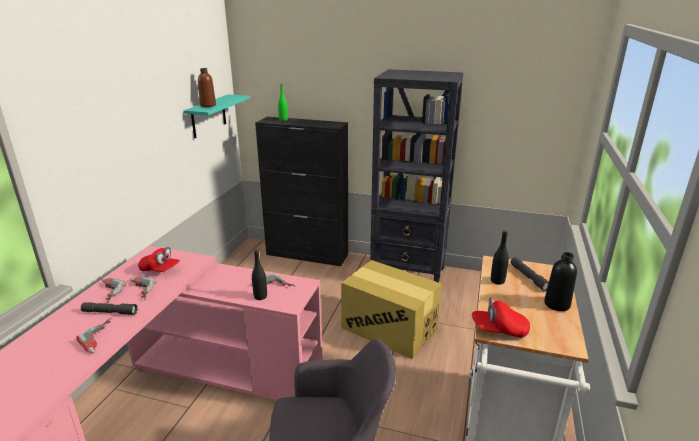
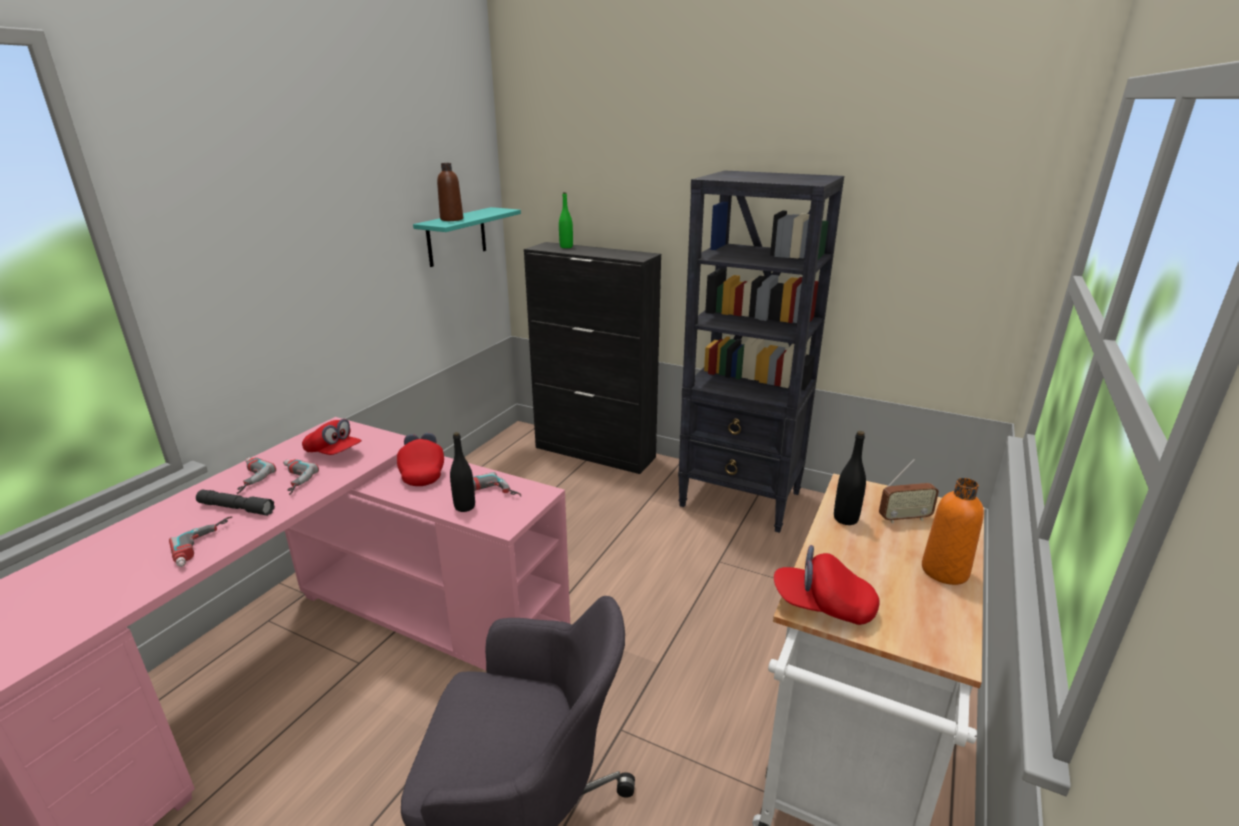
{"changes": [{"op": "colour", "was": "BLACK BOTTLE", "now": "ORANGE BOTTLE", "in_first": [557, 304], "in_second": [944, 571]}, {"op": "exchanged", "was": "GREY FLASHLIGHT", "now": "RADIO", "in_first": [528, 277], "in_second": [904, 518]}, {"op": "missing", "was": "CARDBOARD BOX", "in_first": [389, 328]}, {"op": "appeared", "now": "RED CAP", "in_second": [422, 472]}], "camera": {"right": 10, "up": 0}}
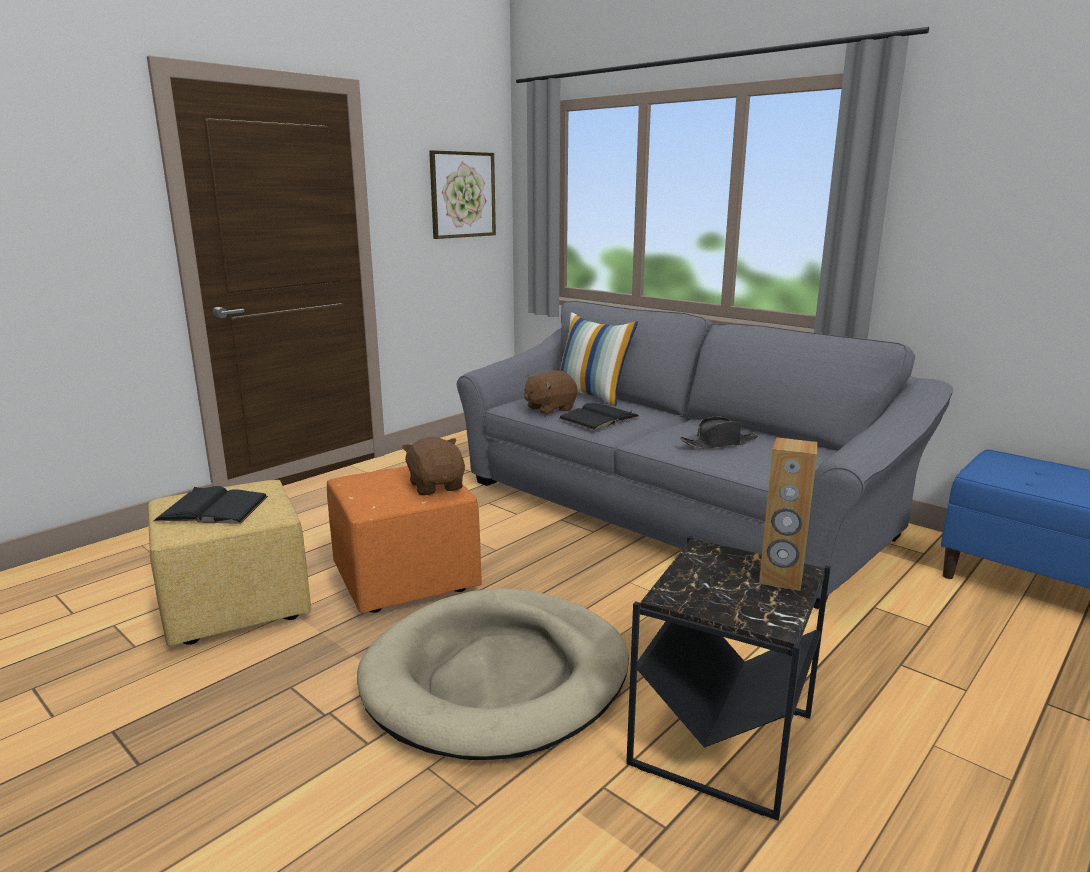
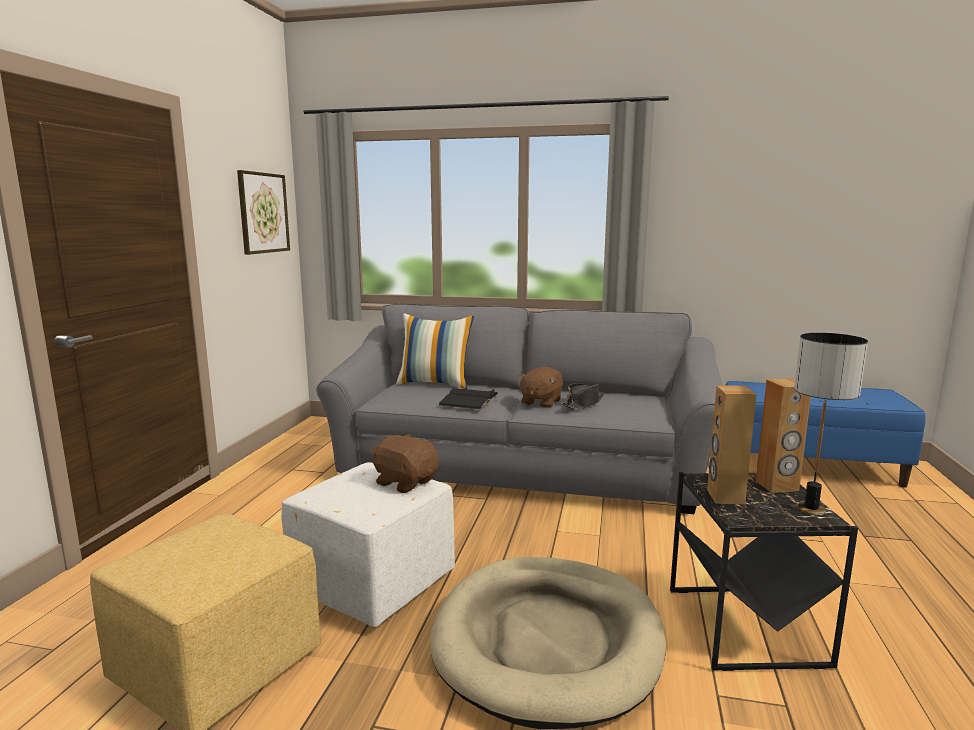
{"changes": [{"op": "relocated", "was": "BROWN PLUSH TOY", "in_first": [549, 409], "in_second": [540, 402]}, {"op": "colour", "was": "ORANGE OTTOMAN", "now": "WHITE OTTOMAN", "in_first": [405, 579], "in_second": [372, 584]}, {"op": "missing", "was": "BLACK BOOK", "in_first": [213, 508]}, {"op": "appeared", "now": "TABLE LAMP", "in_second": [810, 509]}, {"op": "appeared", "now": "BROWN SPEAKER", "in_second": [725, 497]}], "camera": {"right": -30, "up": -5}}
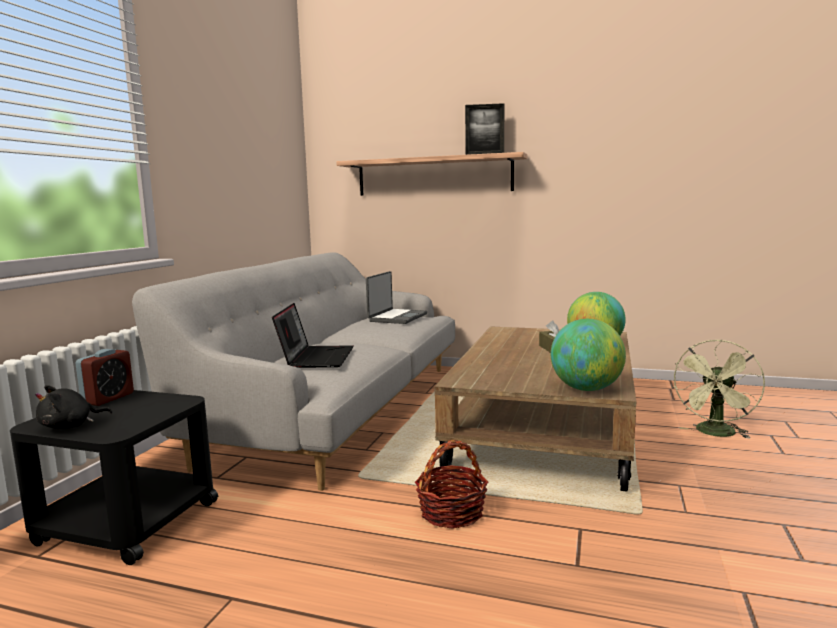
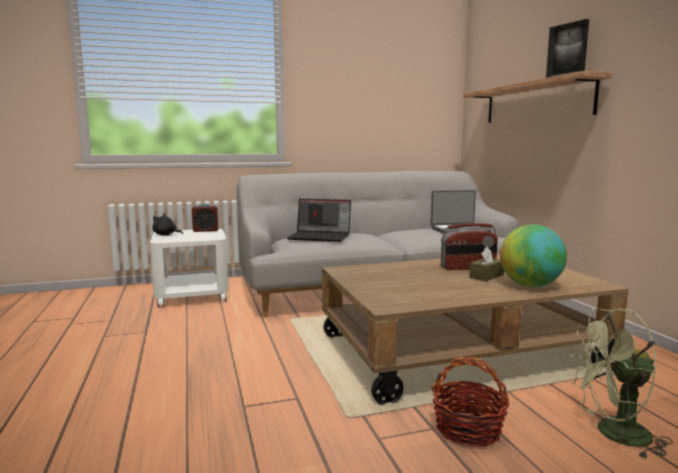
{"changes": [{"op": "spun", "was": "LAPTOP", "in_first": [316, 357], "in_second": [320, 237], "clockwise": 45}, {"op": "missing", "was": "GLOBE", "in_first": [586, 389]}, {"op": "colour", "was": "BLACK SIDE TABLE", "now": "WHITE SIDE TABLE", "in_first": [127, 522], "in_second": [192, 295]}, {"op": "relocated", "was": "BASKET", "in_first": [451, 512], "in_second": [468, 429]}, {"op": "appeared", "now": "RADIO", "in_second": [468, 267]}], "camera": {"right": 55, "up": 0}}
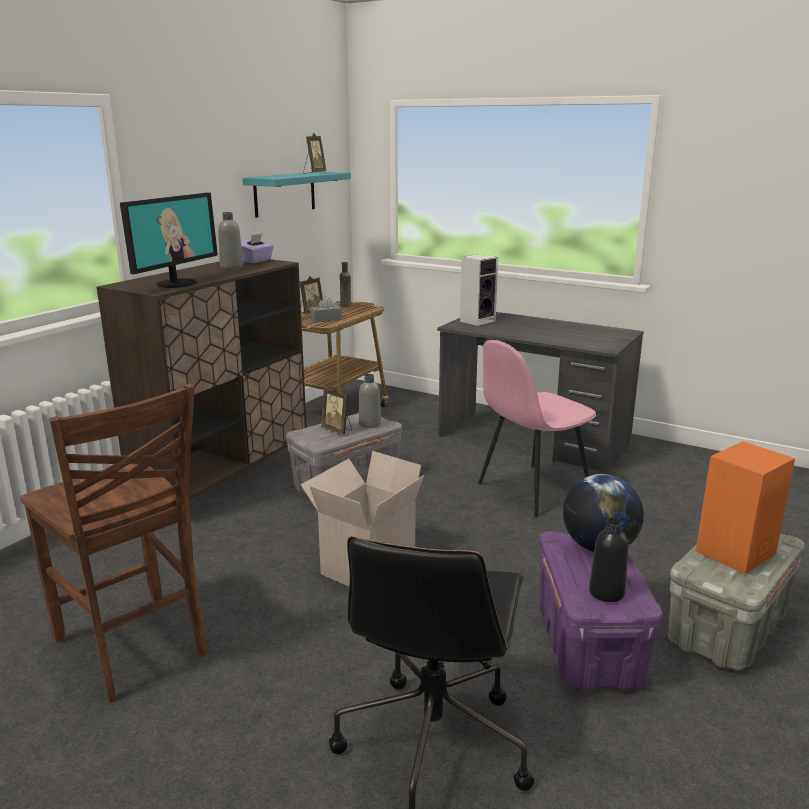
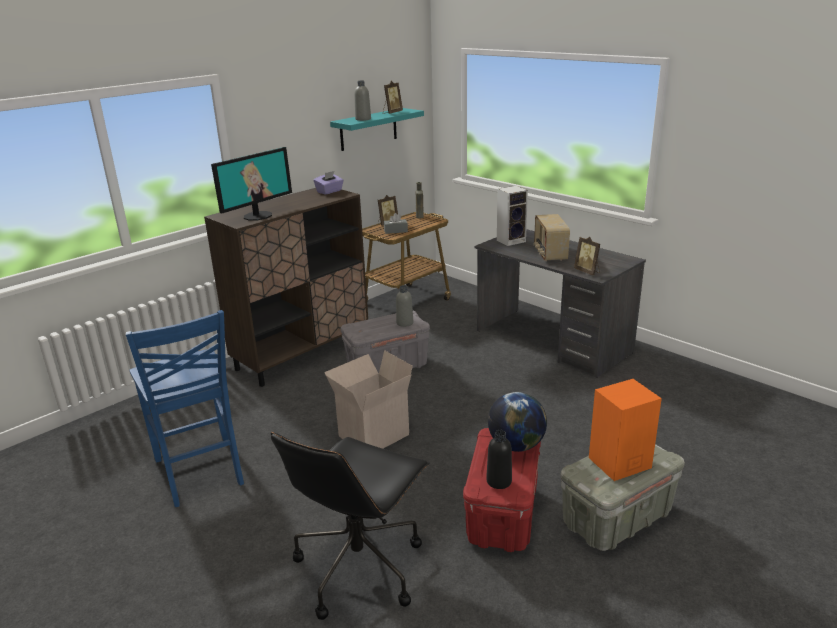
{"changes": [{"op": "relocated", "was": "GREY BOTTLE", "in_first": [231, 267], "in_second": [363, 119]}, {"op": "missing", "was": "PINK CHAIR", "in_first": [531, 490]}, {"op": "colour", "was": "BROWN CHAIR", "now": "BLUE CHAIR", "in_first": [133, 648], "in_second": [200, 473]}, {"op": "relocated", "was": "PICTURE FRAME", "in_first": [338, 430], "in_second": [587, 271]}, {"op": "colour", "was": "PURPLE STORAGE BOX", "now": "RED STORAGE BOX", "in_first": [589, 646], "in_second": [502, 516]}, {"op": "appeared", "now": "RADIO", "in_second": [549, 254]}], "camera": {"right": 15, "up": 5}}
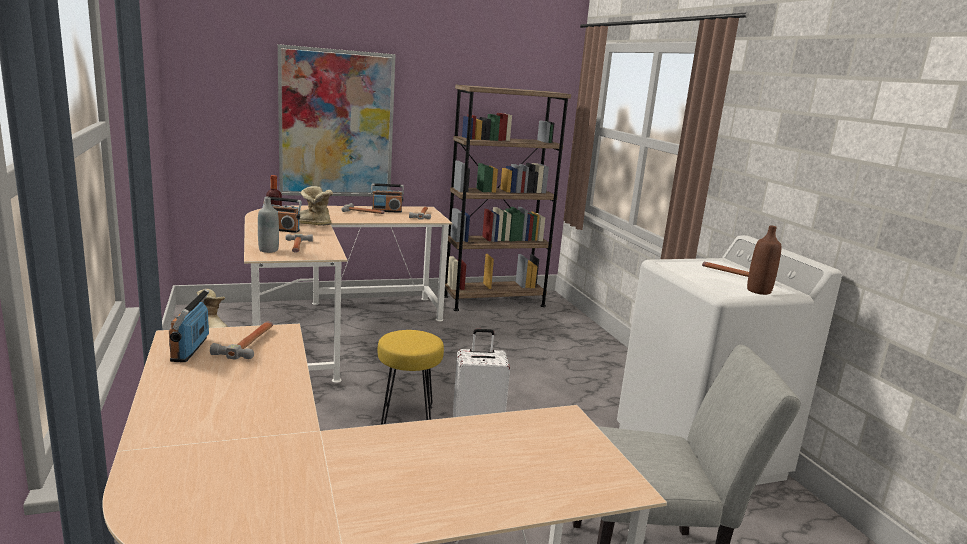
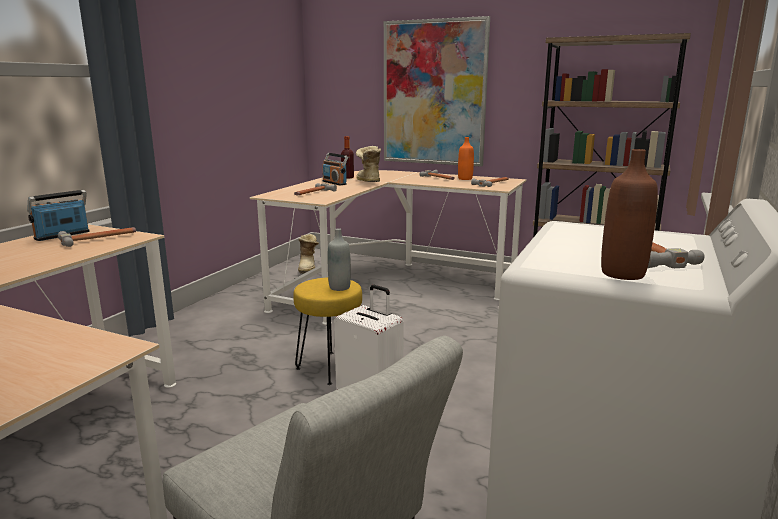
{"changes": [{"op": "exchanged", "was": "RADIO", "now": "ORANGE BOTTLE", "in_first": [386, 211], "in_second": [465, 179]}, {"op": "relocated", "was": "GREY BOTTLE", "in_first": [268, 250], "in_second": [339, 287]}], "camera": {"right": 45, "up": 0}}
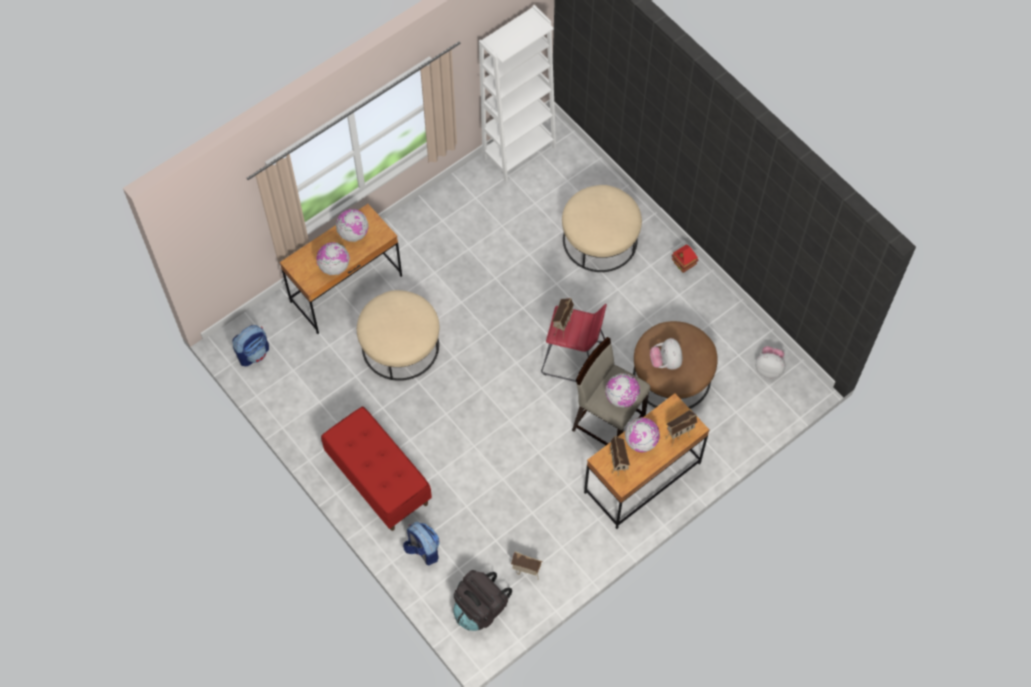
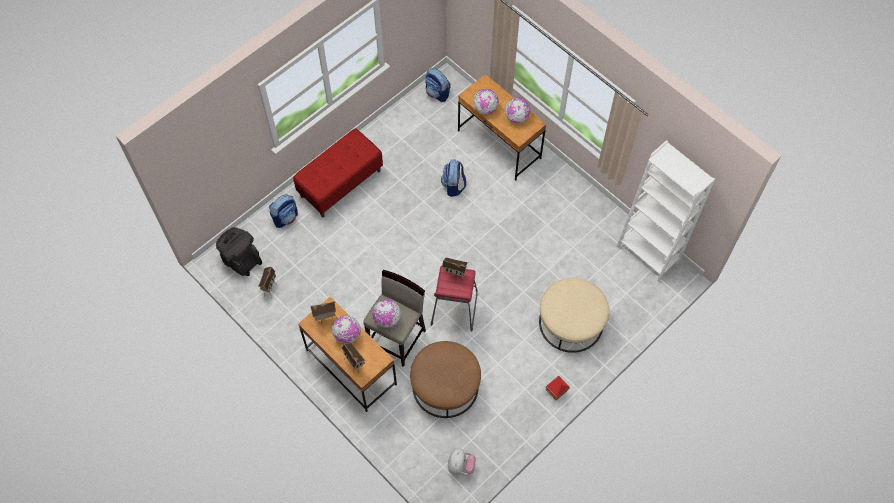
{"changes": [{"op": "exchanged", "was": "BEIGE OTTOMAN", "now": "BACKPACK", "in_first": [400, 345], "in_second": [453, 186]}, {"op": "missing", "was": "PLUSH TOY", "in_first": [665, 362]}], "camera": {"right": 85, "up": 0}}
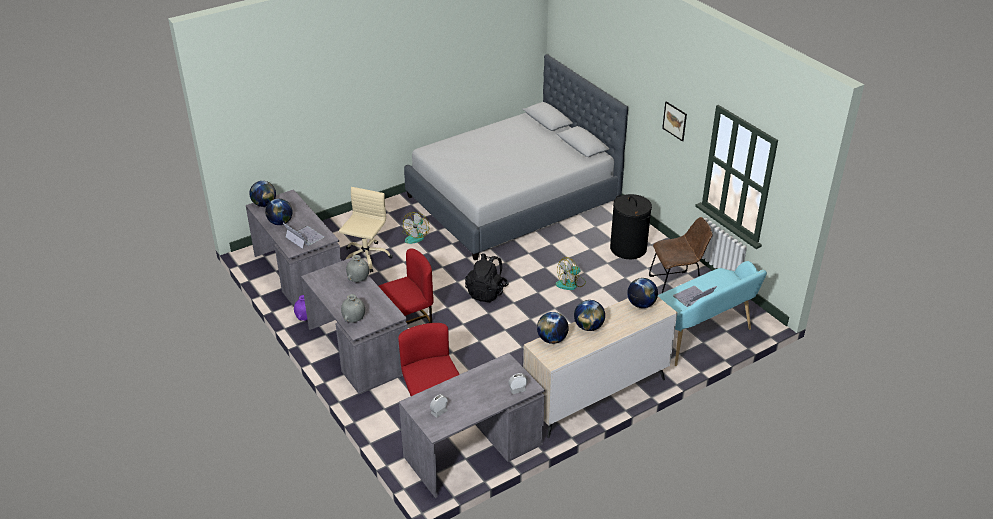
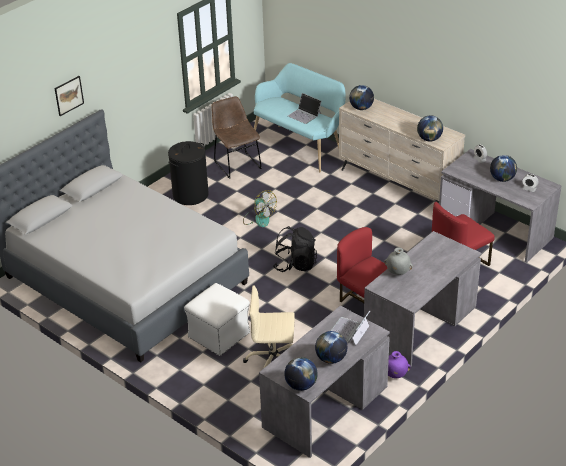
{"changes": [{"op": "relocated", "was": "PICTURE", "in_first": [674, 121], "in_second": [69, 95]}, {"op": "exchanged", "was": "FAN", "now": "WHITE OTTOMAN", "in_first": [416, 236], "in_second": [219, 334]}, {"op": "missing", "was": "GREY VASE", "in_first": [354, 319]}, {"op": "relocated", "was": "GLOBE", "in_first": [588, 327], "in_second": [502, 179]}], "camera": {"right": -105, "up": 0}}
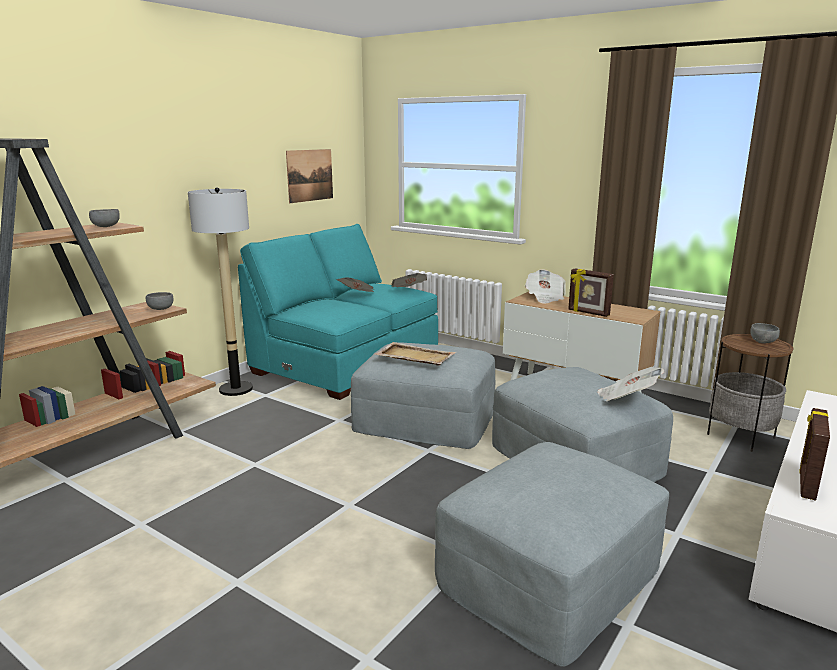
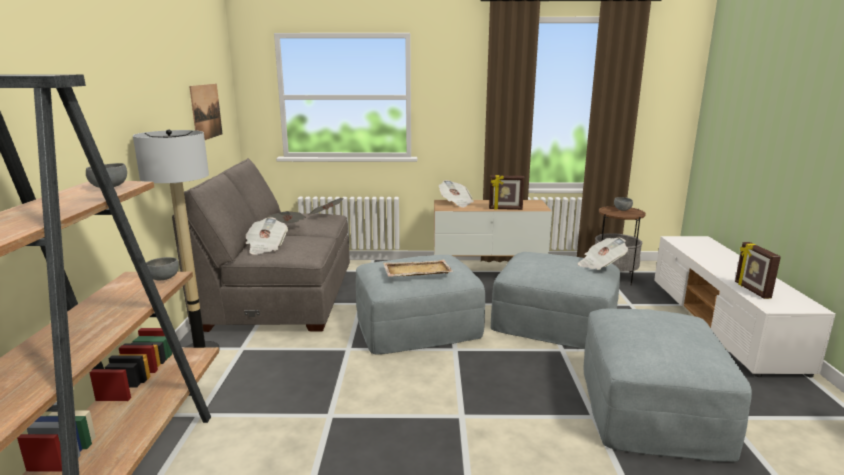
{"changes": [{"op": "colour", "was": "TURQUOISE SOFA", "now": "GREY SOFA", "in_first": [347, 363], "in_second": [281, 297]}, {"op": "appeared", "now": "NEWSPAPER", "in_second": [266, 247]}], "camera": {"right": -35, "up": 0}}
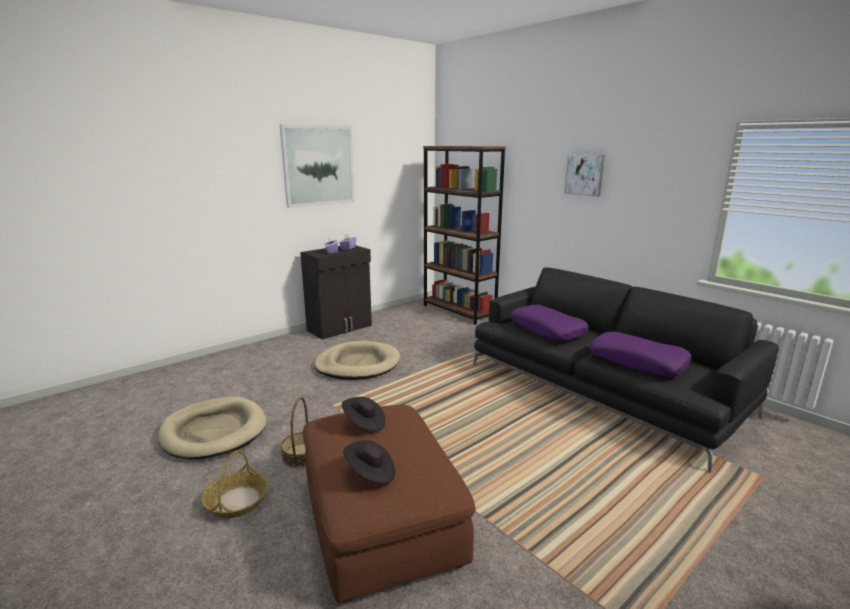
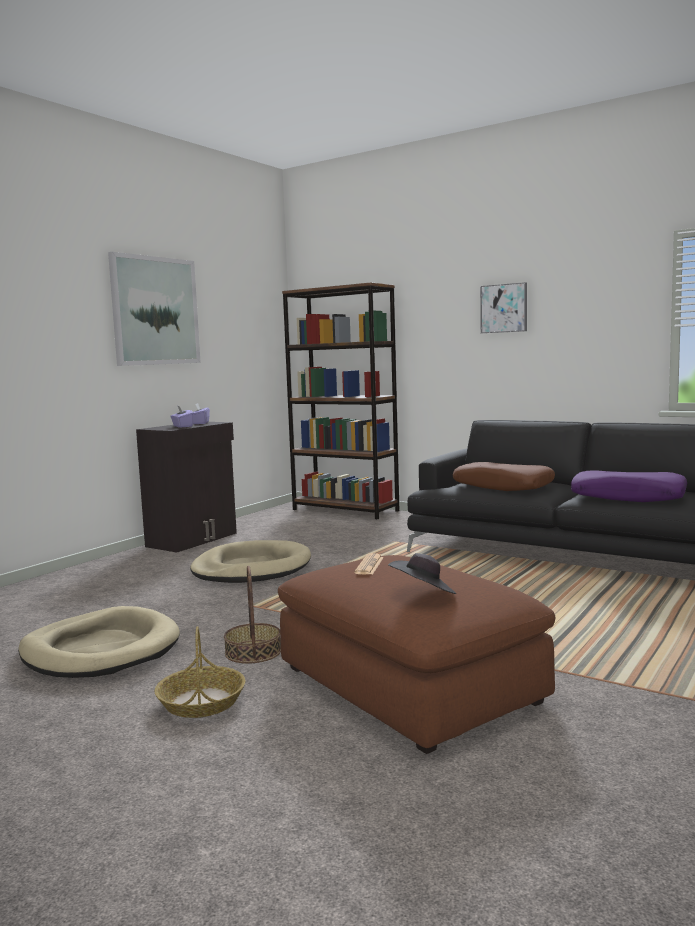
{"changes": [{"op": "colour", "was": "PURPLE PILLOW", "now": "BROWN PILLOW", "in_first": [547, 330], "in_second": [503, 486]}, {"op": "exchanged", "was": "BLACK HAT", "now": "NEWSPAPER", "in_first": [364, 424], "in_second": [369, 565]}], "camera": {"right": -15, "up": -10}}
